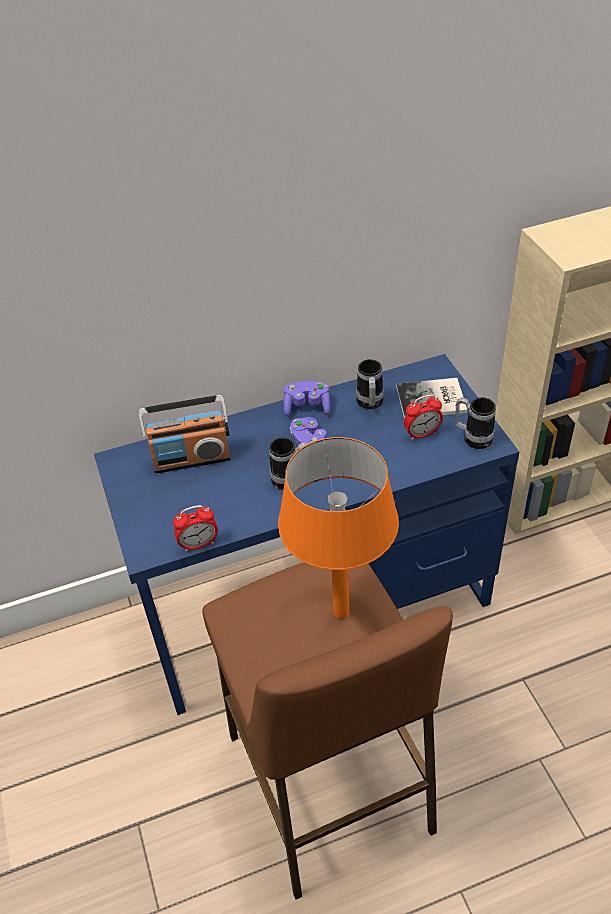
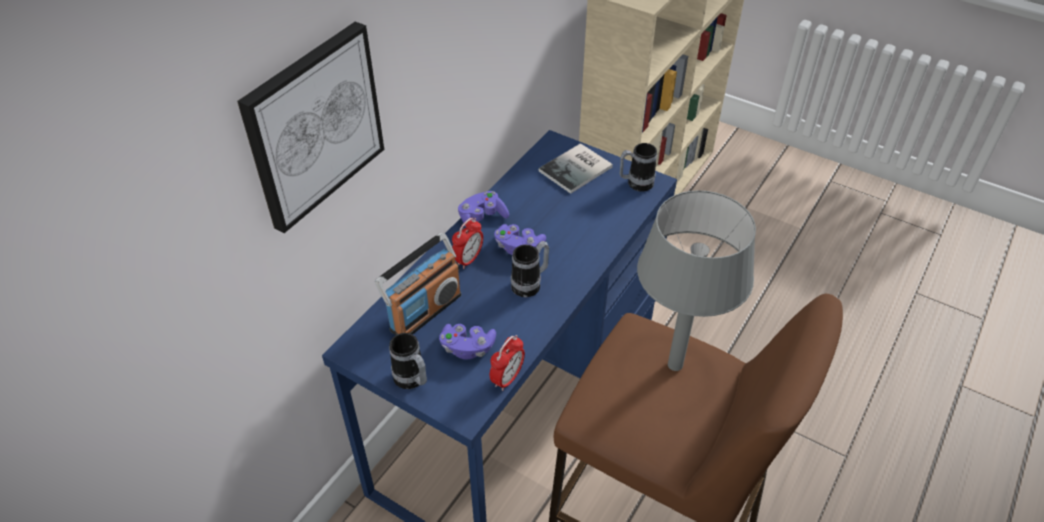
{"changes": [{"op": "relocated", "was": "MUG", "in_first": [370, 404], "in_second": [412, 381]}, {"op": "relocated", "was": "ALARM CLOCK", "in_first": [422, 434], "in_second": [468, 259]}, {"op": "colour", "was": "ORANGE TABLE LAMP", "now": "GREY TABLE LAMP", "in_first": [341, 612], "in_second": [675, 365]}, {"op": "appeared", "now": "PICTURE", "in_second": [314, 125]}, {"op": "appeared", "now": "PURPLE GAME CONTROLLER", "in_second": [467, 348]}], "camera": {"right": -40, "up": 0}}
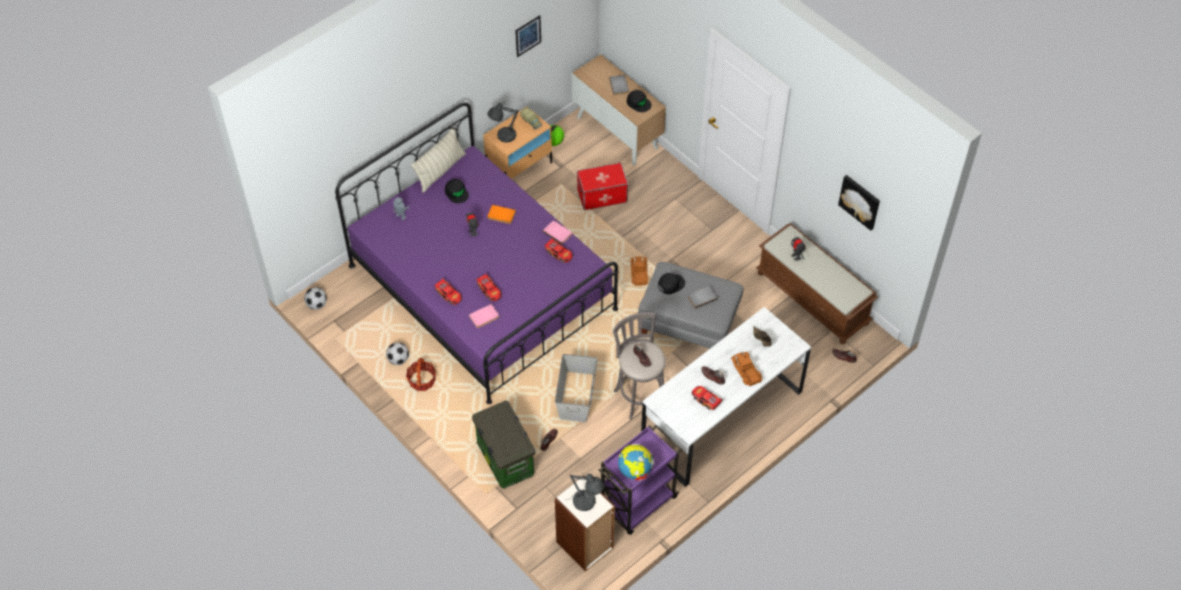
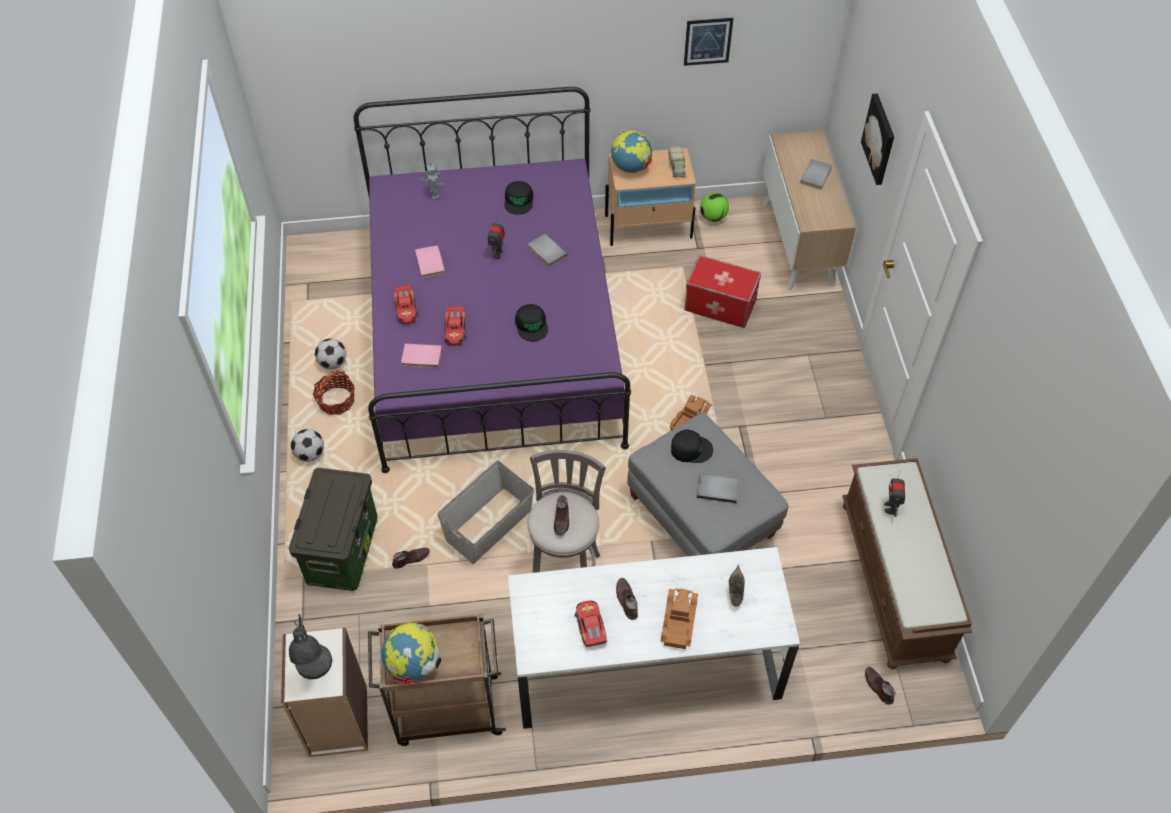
{"changes": [{"op": "relocated", "was": "BLACK CAP", "in_first": [638, 103], "in_second": [531, 325]}, {"op": "exchanged", "was": "GREY TABLE LAMP", "now": "GLOBE", "in_first": [504, 136], "in_second": [631, 167]}, {"op": "missing", "was": "PILLOW", "in_first": [440, 170]}, {"op": "relocated", "was": "PICTURE", "in_first": [860, 201], "in_second": [880, 139]}, {"op": "colour", "was": "ORANGE BOOK", "now": "GREY BOOK", "in_first": [501, 216], "in_second": [546, 252]}, {"op": "relocated", "was": "PINK BOOK", "in_first": [558, 232], "in_second": [431, 262]}, {"op": "missing", "was": "TOY CAR", "in_first": [559, 253]}, {"op": "relocated", "was": "FOOTBALL", "in_first": [317, 304], "in_second": [310, 454]}, {"op": "colour", "was": "PURPLE CART", "now": "BROWN CART", "in_first": [637, 504], "in_second": [446, 711]}], "camera": {"right": 35, "up": 0}}
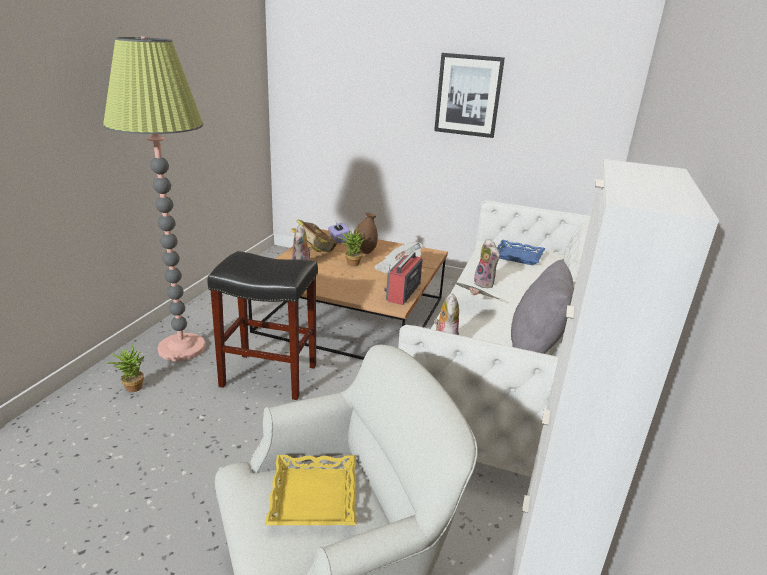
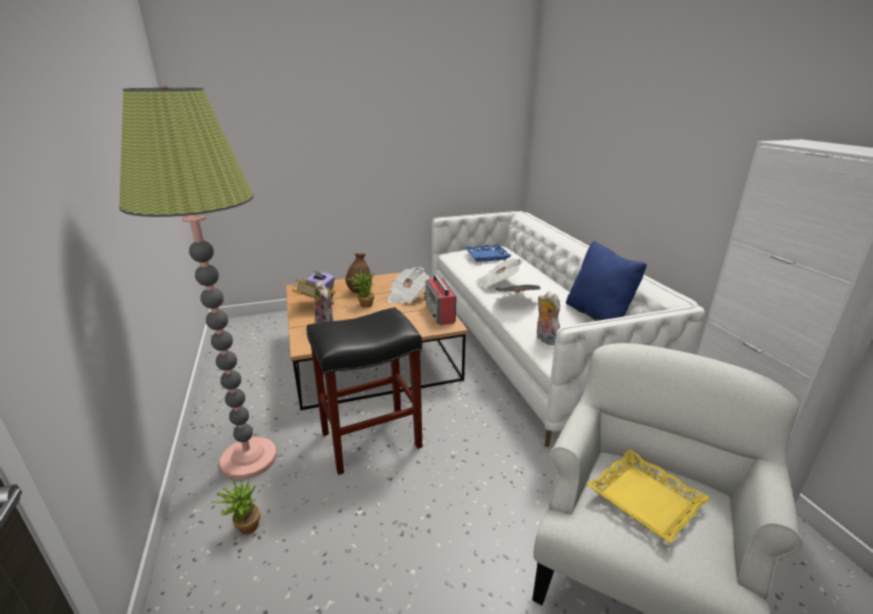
{"changes": [{"op": "missing", "was": "PICTURE", "in_first": [468, 95]}, {"op": "exchanged", "was": "PLUSH TOY", "now": "NEWSPAPER", "in_first": [485, 284], "in_second": [497, 283]}, {"op": "colour", "was": "GREY PILLOW", "now": "BLUE PILLOW", "in_first": [534, 349], "in_second": [598, 316]}], "camera": {"right": -35, "up": 0}}
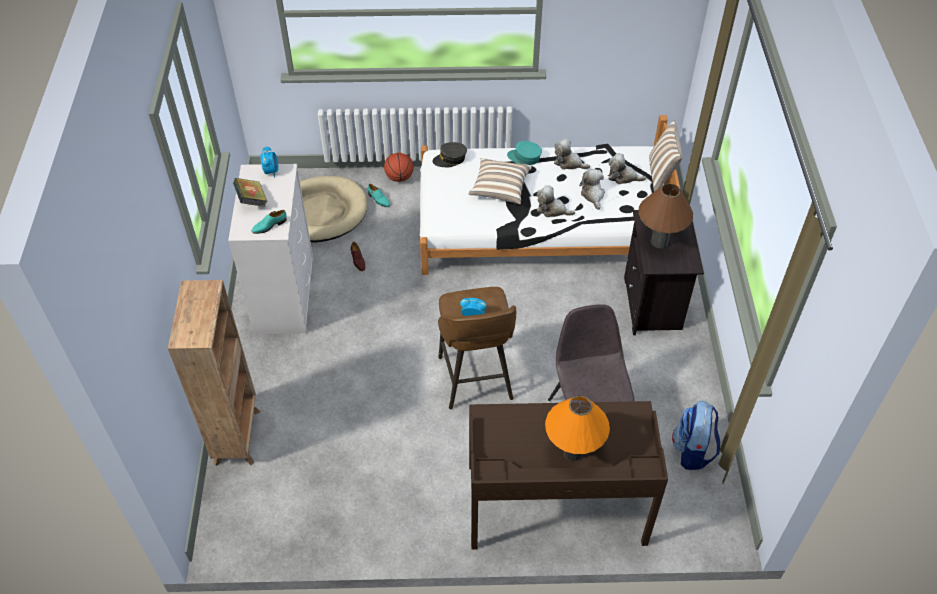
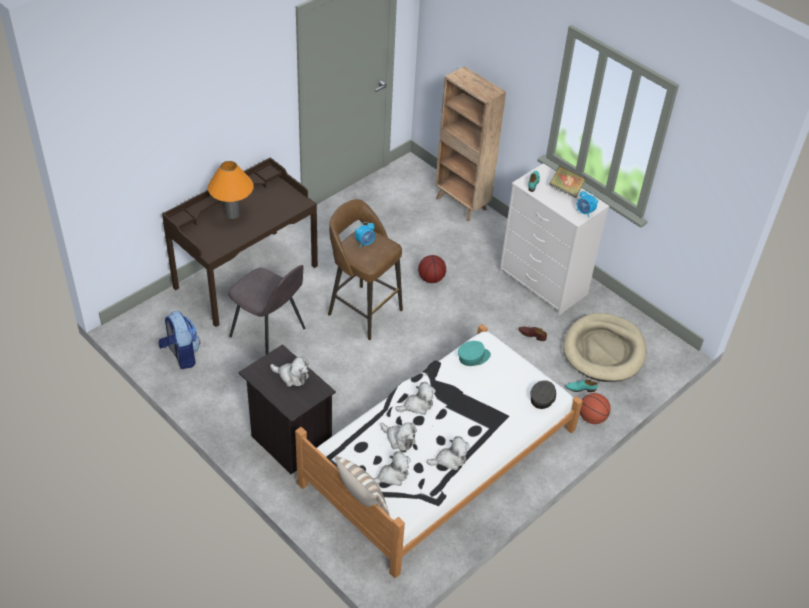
{"changes": [{"op": "relocated", "was": "TURQUOISE CAP", "in_first": [524, 157], "in_second": [473, 357]}, {"op": "missing", "was": "PILLOW", "in_first": [500, 188]}, {"op": "exchanged", "was": "BROWN TABLE LAMP", "now": "PLUSH TOY", "in_first": [659, 241], "in_second": [292, 376]}, {"op": "appeared", "now": "BASKETBALL", "in_second": [431, 278]}], "camera": {"right": 135, "up": -5}}
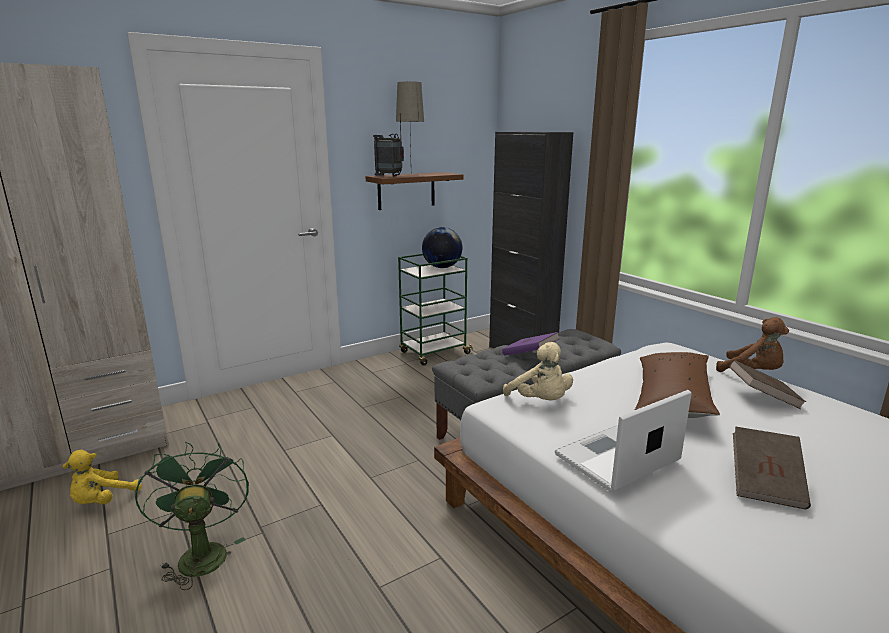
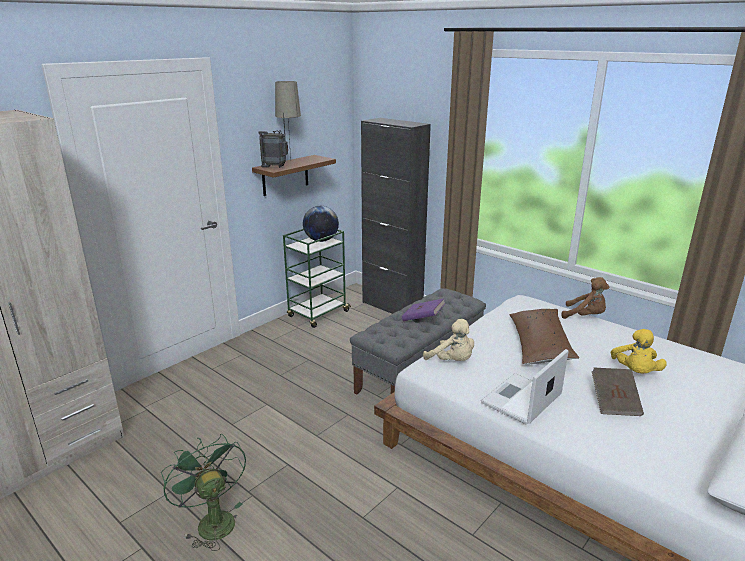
{"changes": [{"op": "missing", "was": "BROWN BOOK", "in_first": [762, 397]}, {"op": "relocated", "was": "YELLOW PLUSH TOY", "in_first": [103, 501], "in_second": [635, 372]}], "camera": {"right": -15, "up": 5}}
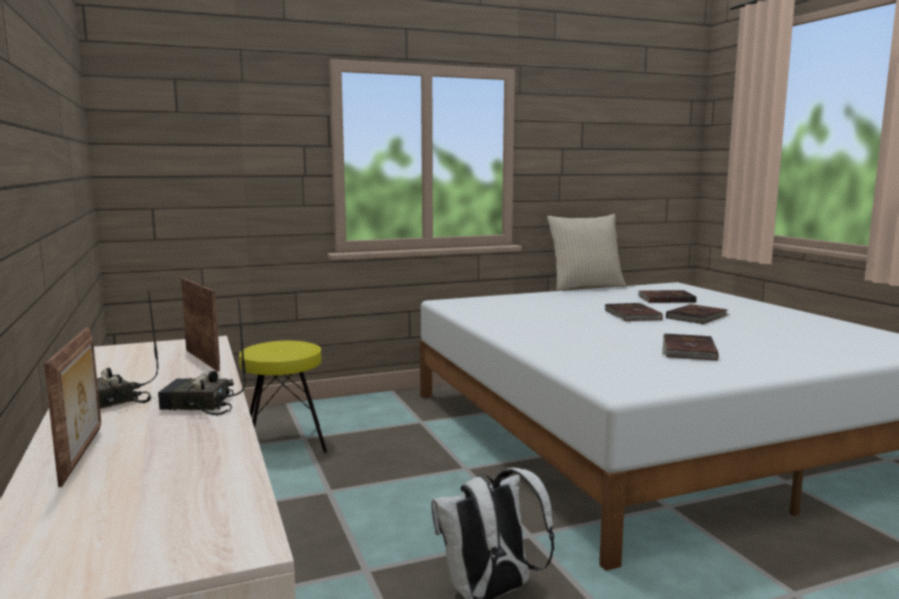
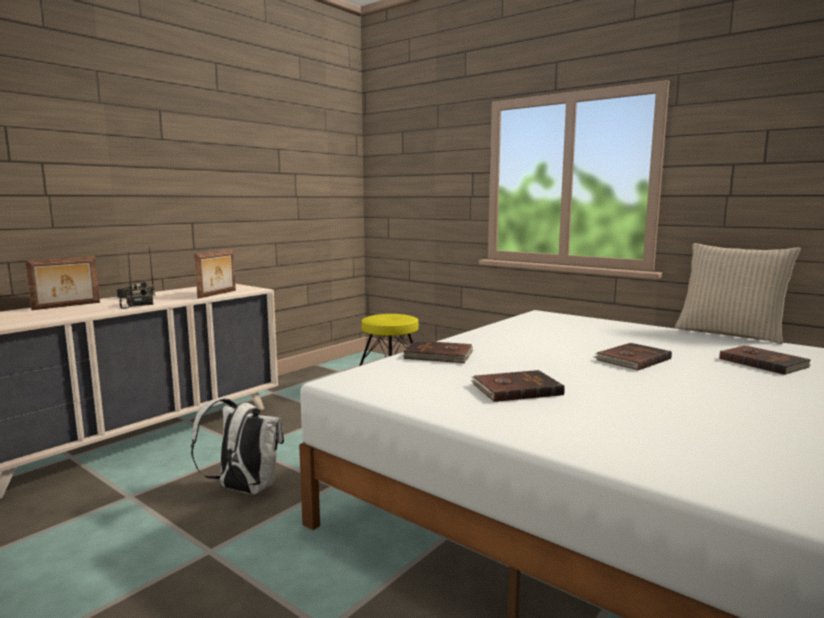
{"changes": [{"op": "relocated", "was": "BROWN BOOK", "in_first": [697, 317], "in_second": [438, 355]}], "camera": {"right": 60, "up": 0}}
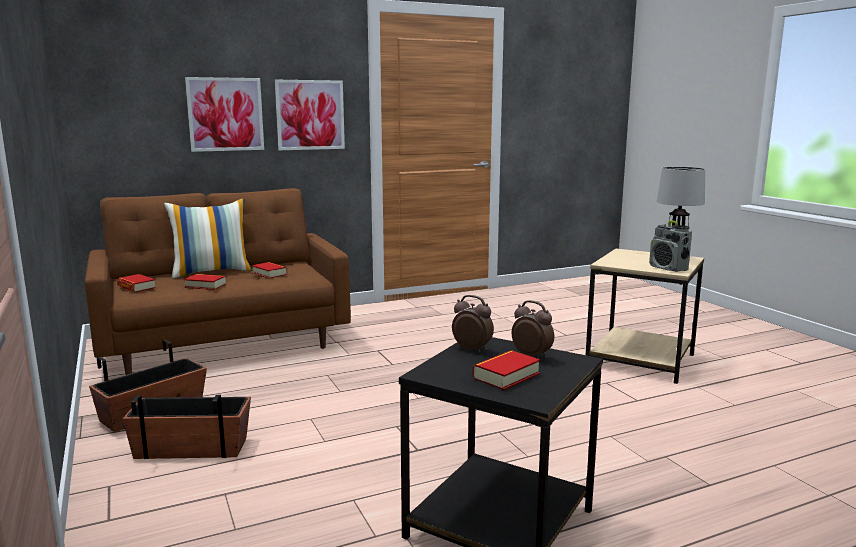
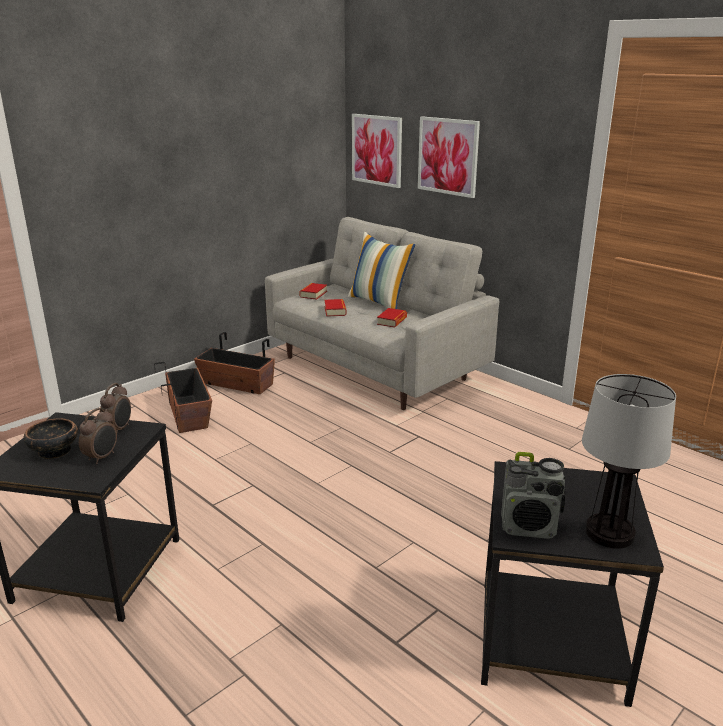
{"changes": [{"op": "relocated", "was": "PICTURE", "in_first": [310, 115], "in_second": [377, 150]}, {"op": "colour", "was": "BROWN SOFA", "now": "GREY SOFA", "in_first": [225, 344], "in_second": [376, 368]}, {"op": "spun", "was": "RADIO", "in_first": [668, 268], "in_second": [529, 527], "clockwise": -120}, {"op": "colour", "was": "BEIGE SIDE TABLE", "now": "BLACK SIDE TABLE", "in_first": [642, 360], "in_second": [552, 641]}, {"op": "exchanged", "was": "BOOK", "now": "BOWL", "in_first": [506, 376], "in_second": [54, 451]}], "camera": {"right": 70, "up": 10}}
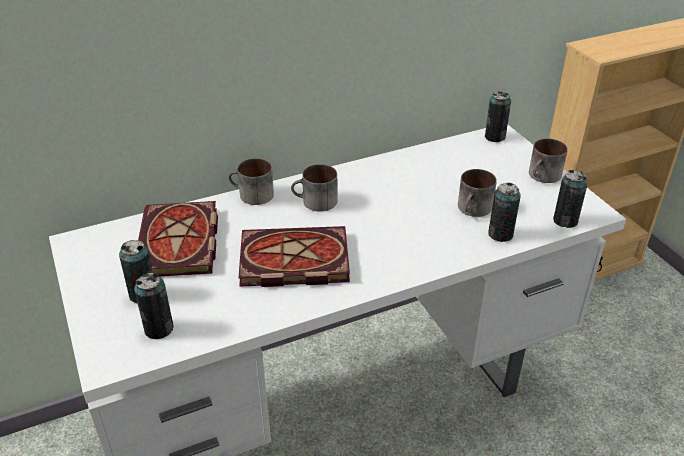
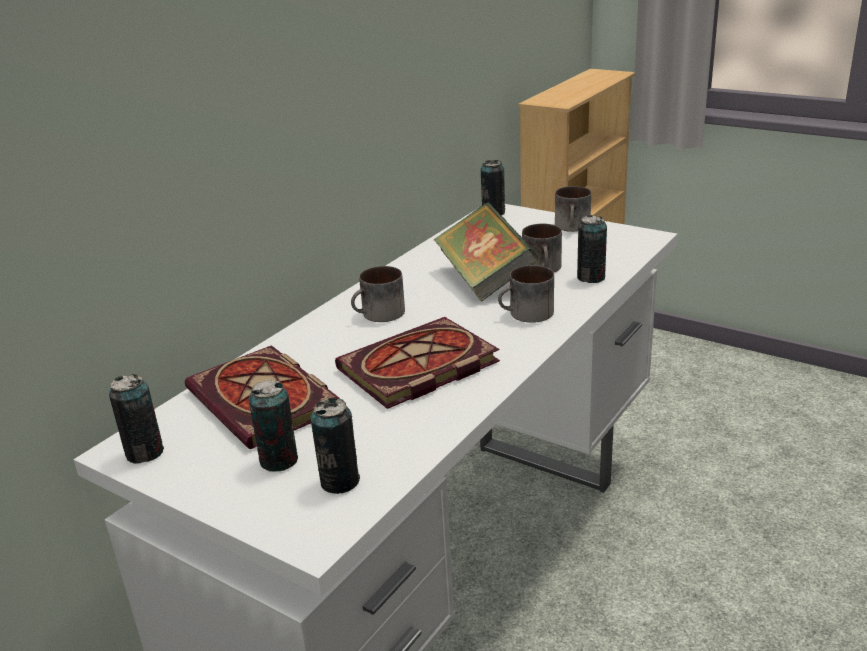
{"changes": [{"op": "relocated", "was": "MUG", "in_first": [251, 195], "in_second": [527, 314]}, {"op": "relocated", "was": "CAN", "in_first": [565, 221], "in_second": [145, 453]}, {"op": "appeared", "now": "BOOK", "in_second": [485, 279]}], "camera": {"right": -30, "up": -10}}
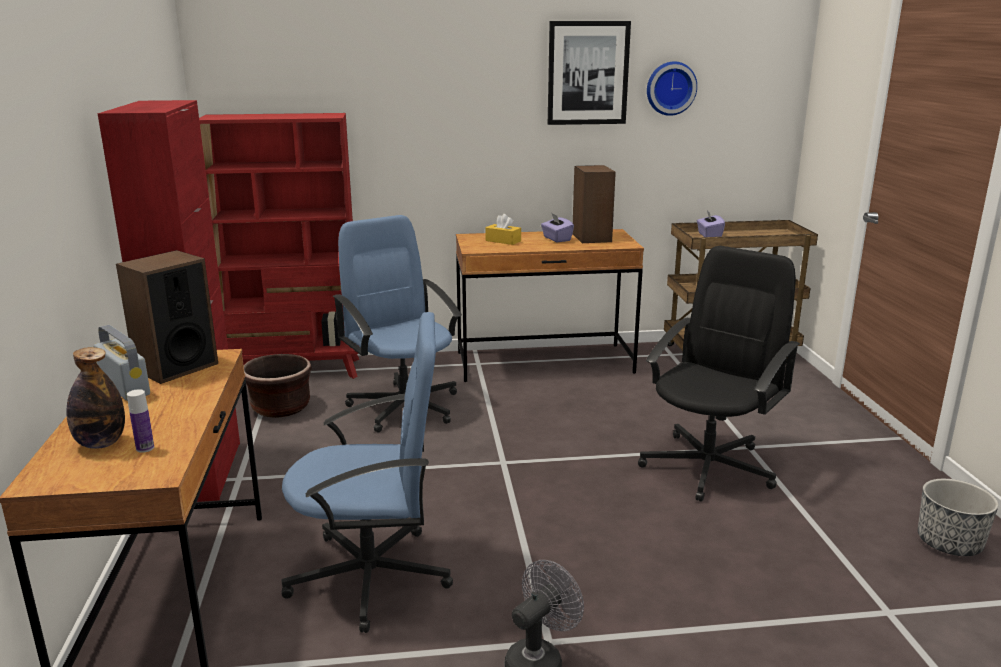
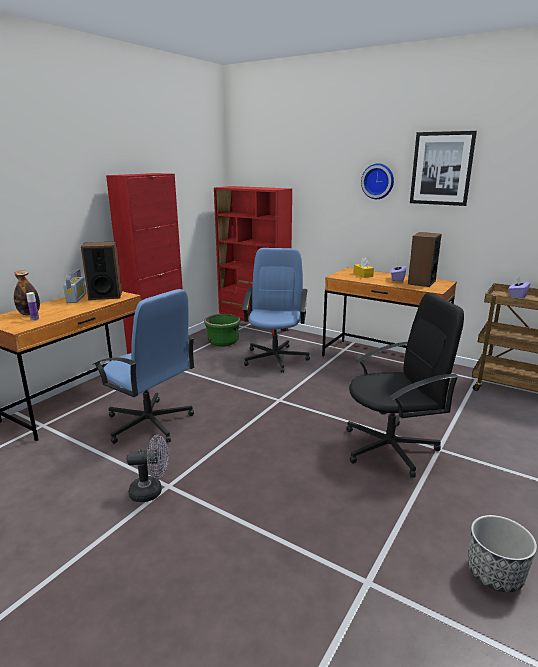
{"changes": [{"op": "relocated", "was": "WALL CLOCK", "in_first": [670, 88], "in_second": [378, 181]}, {"op": "colour", "was": "BROWN PLANTER", "now": "GREEN PLANTER", "in_first": [280, 408], "in_second": [223, 342]}], "camera": {"right": 40, "up": 0}}
